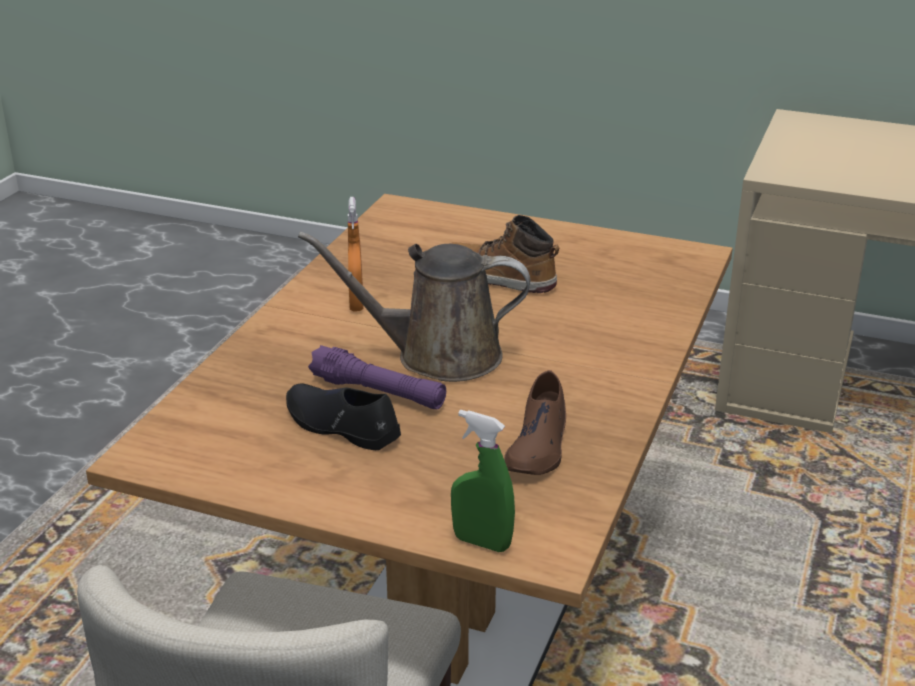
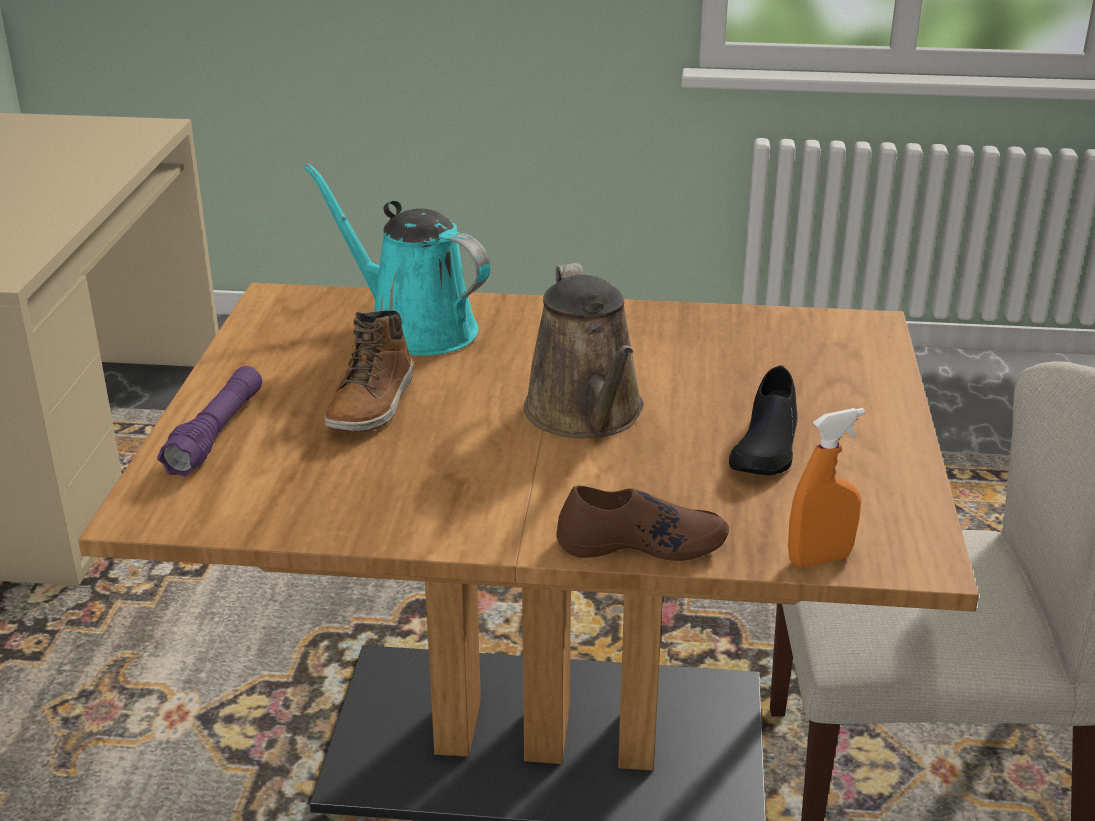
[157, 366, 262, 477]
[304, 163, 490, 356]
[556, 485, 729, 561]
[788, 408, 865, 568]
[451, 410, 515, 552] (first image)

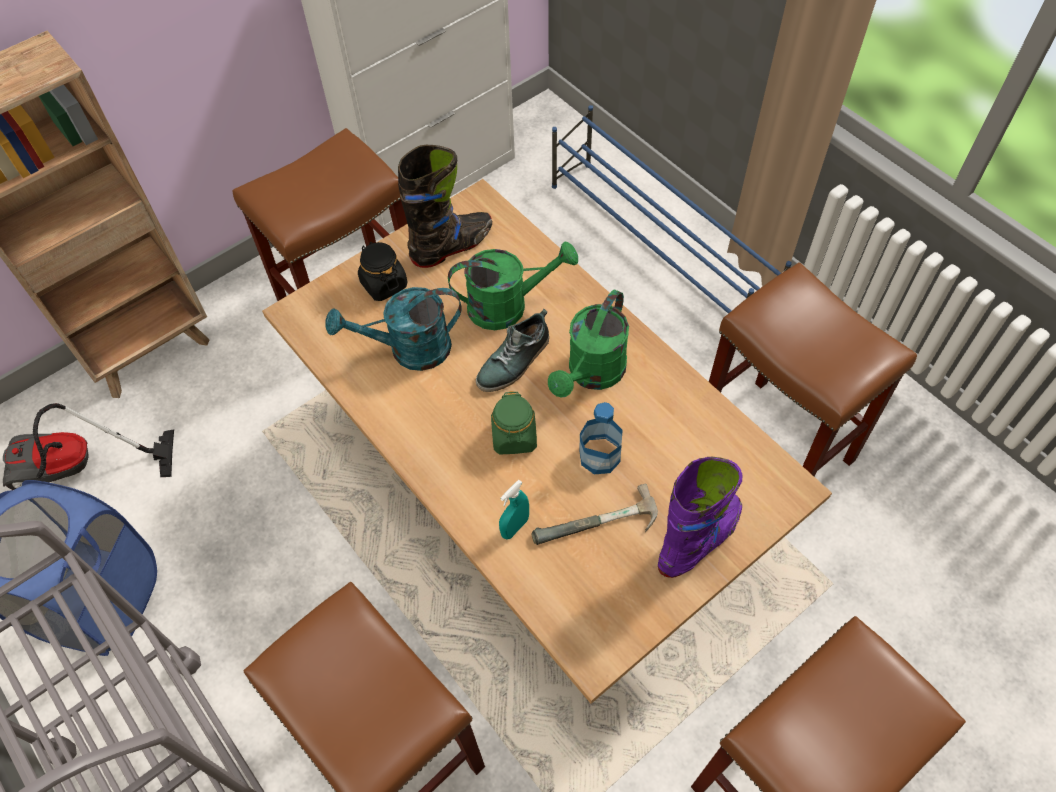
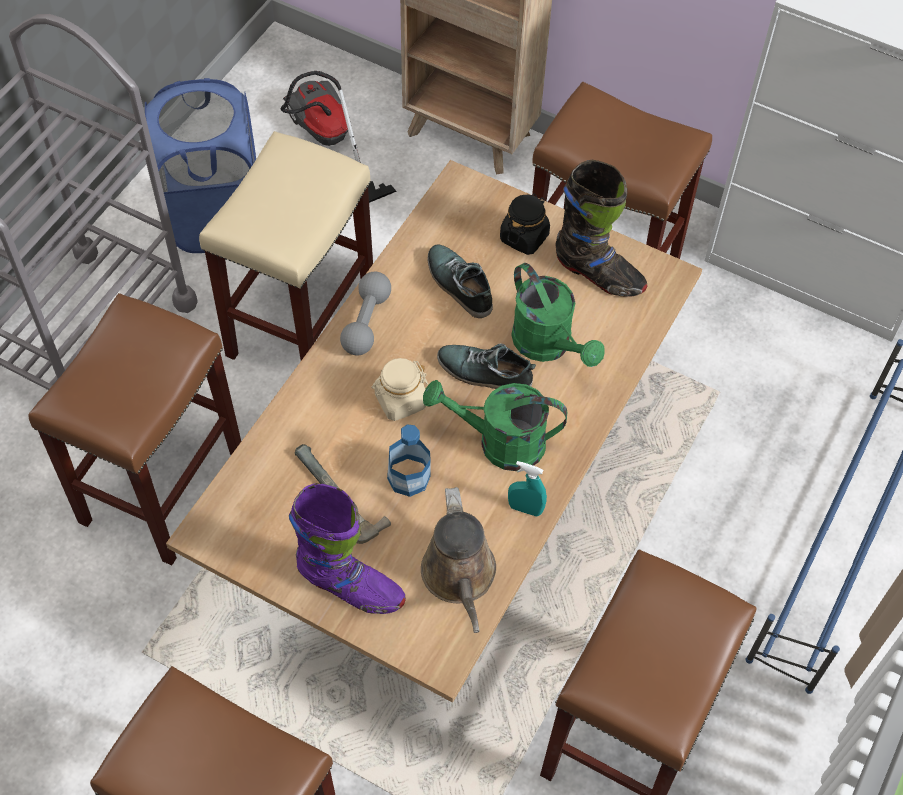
[199, 131, 373, 360]
[340, 272, 391, 356]
[371, 358, 428, 421]
[421, 487, 496, 633]
[428, 245, 493, 318]
[508, 461, 547, 517]

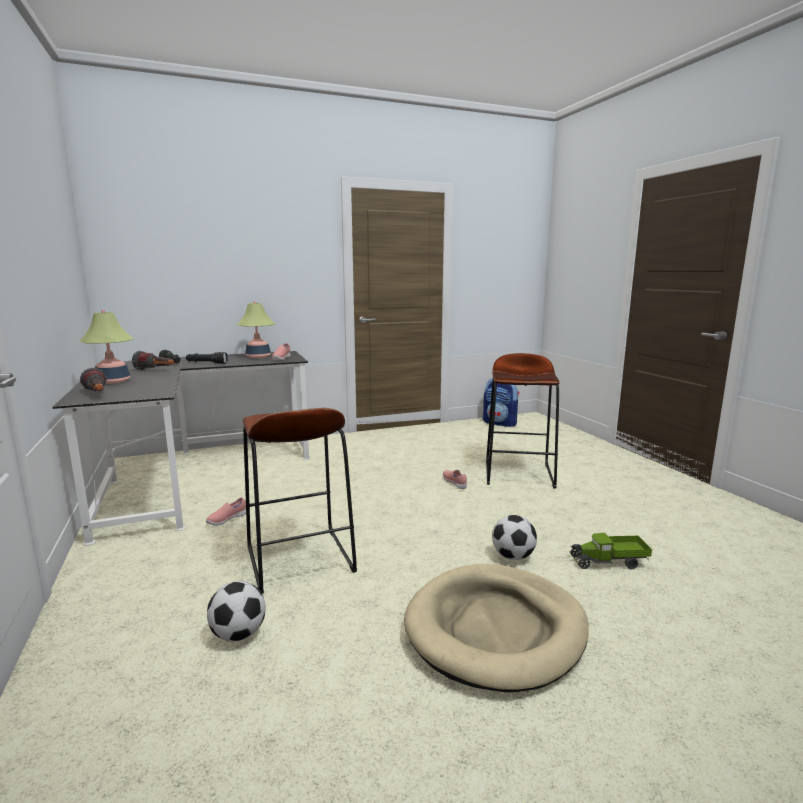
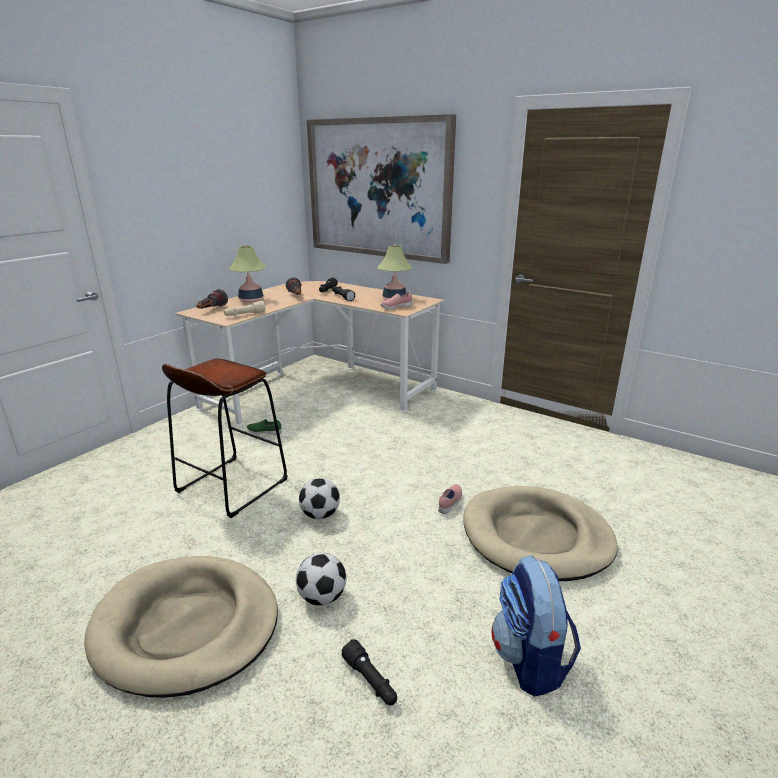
[175, 281, 444, 426]
[224, 301, 266, 316]
[247, 419, 282, 435]
[299, 478, 340, 520]
[307, 114, 456, 264]
[342, 639, 397, 706]
[463, 486, 618, 581]
[492, 555, 581, 697]

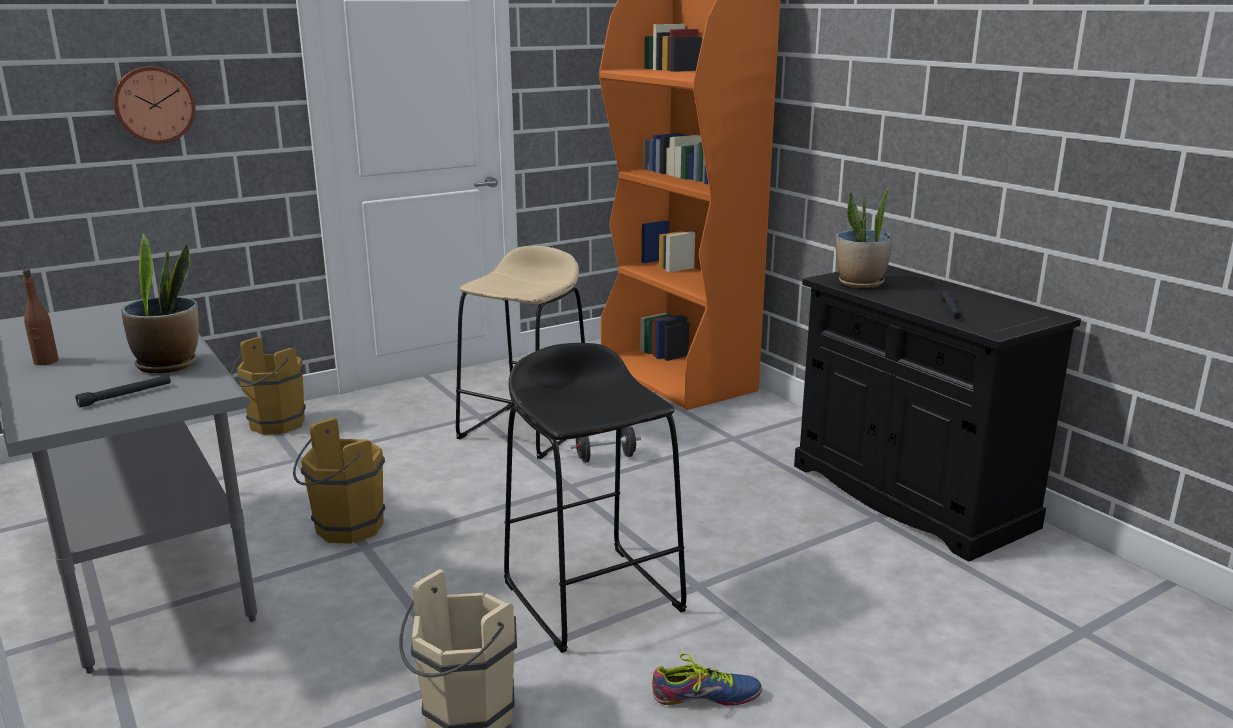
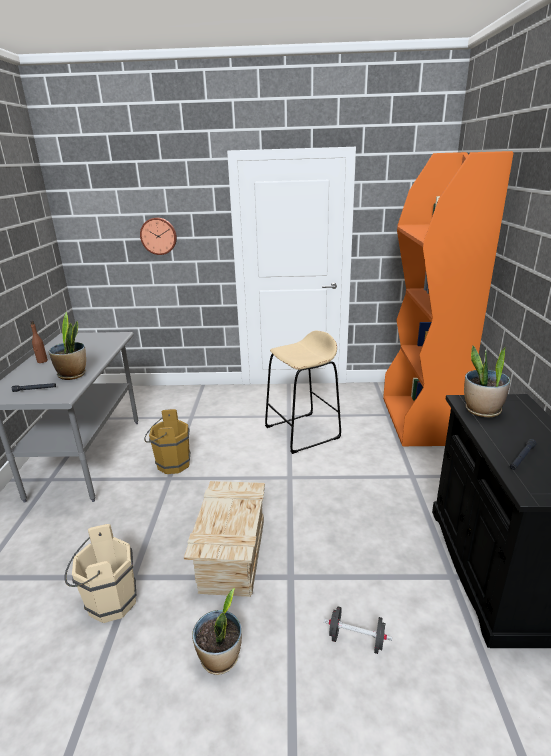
[184, 481, 265, 597]
[192, 588, 242, 675]
[324, 607, 392, 654]
[231, 337, 306, 435] (first image)

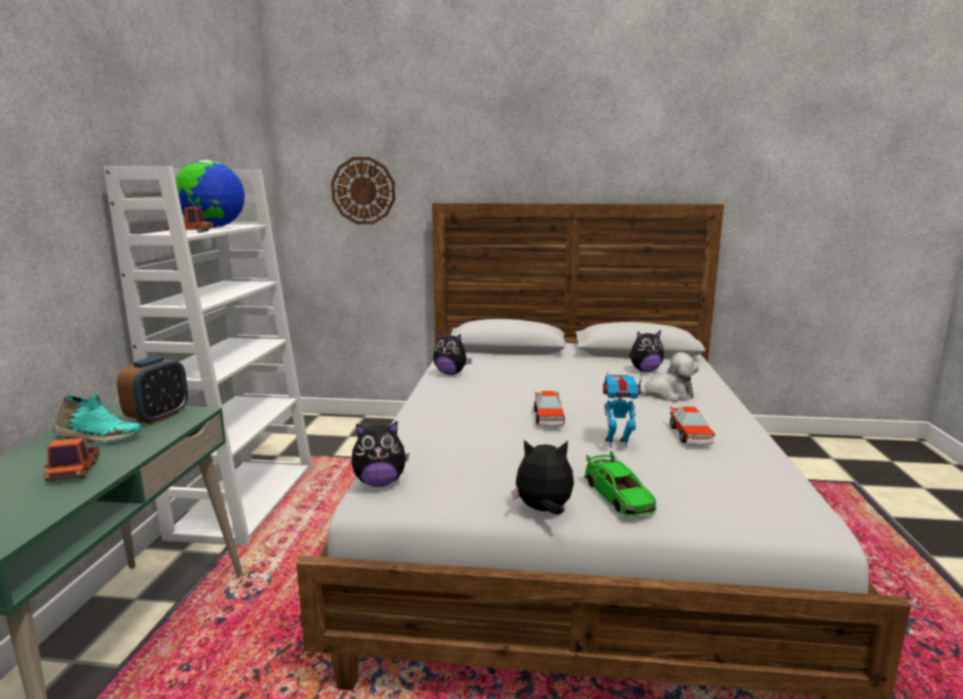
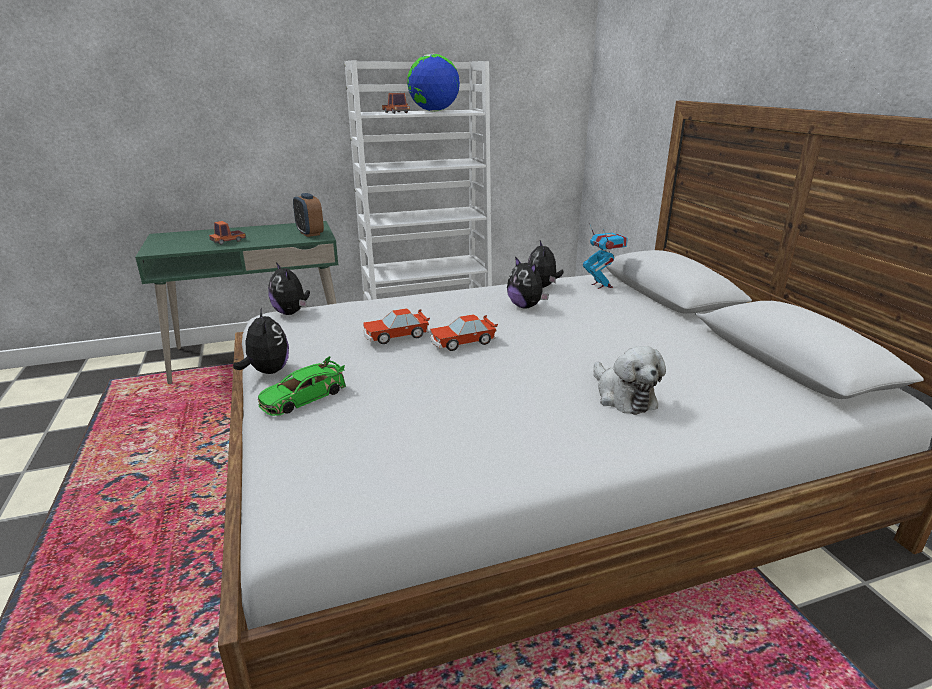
[293, 193, 324, 237]
[363, 308, 430, 344]
[507, 257, 549, 308]
[583, 223, 628, 289]
[54, 394, 141, 443] (first image)
[331, 157, 395, 224] (first image)

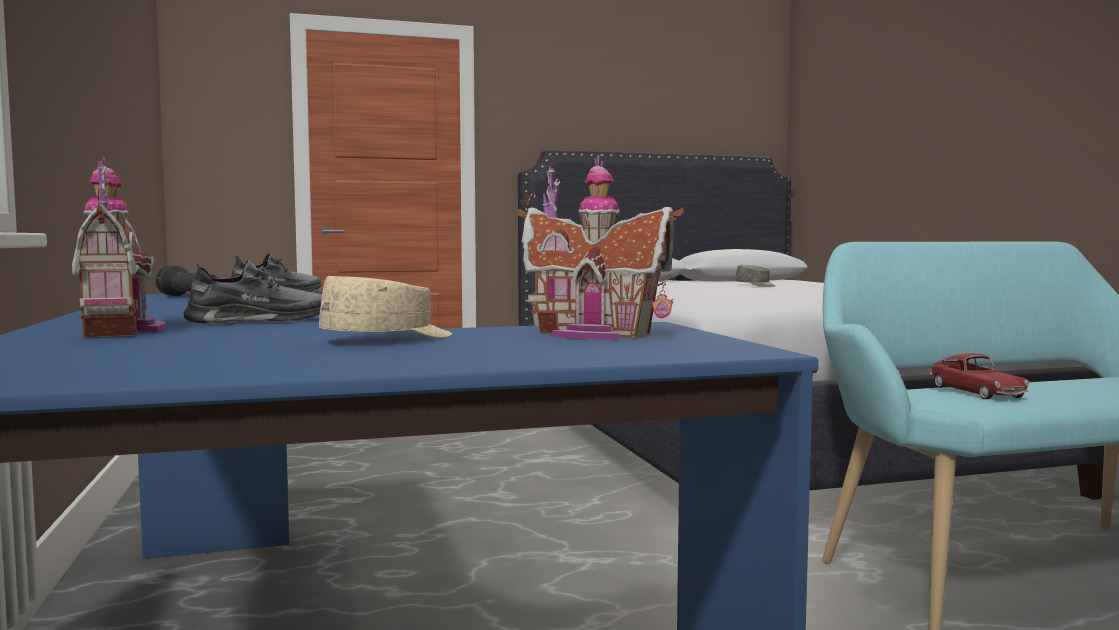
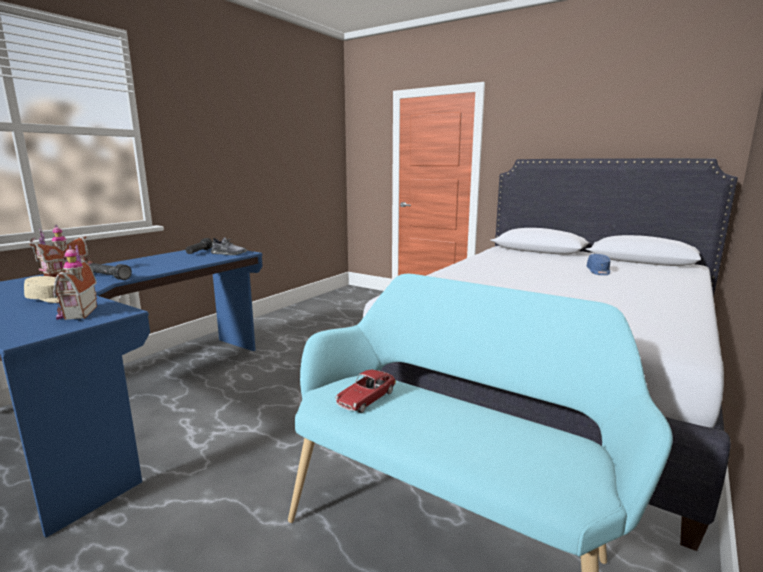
[90, 263, 132, 280]
[587, 254, 610, 275]

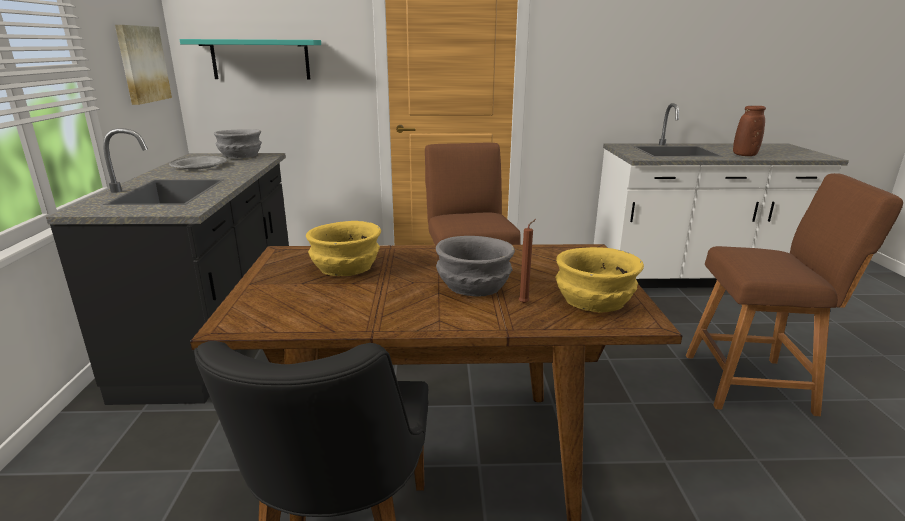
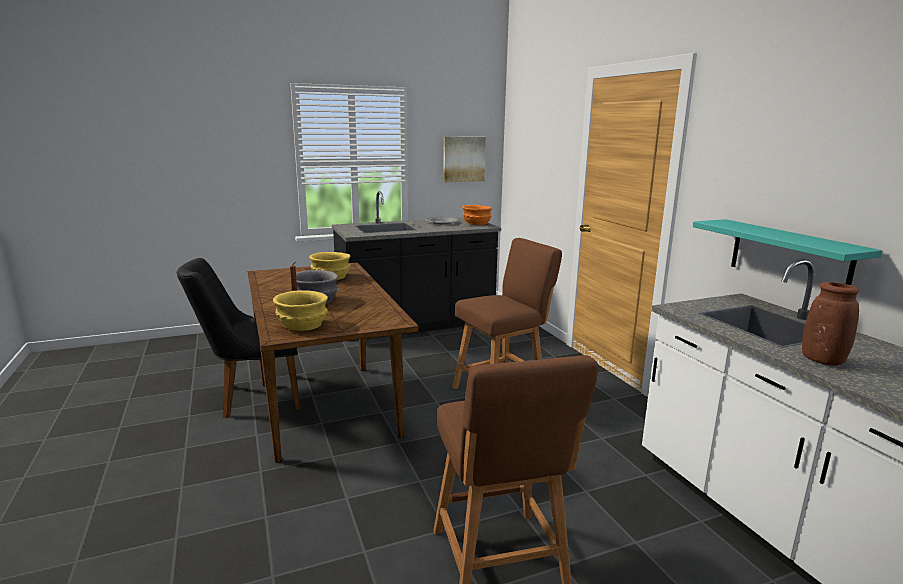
[462, 205, 492, 225]
[693, 219, 882, 285]

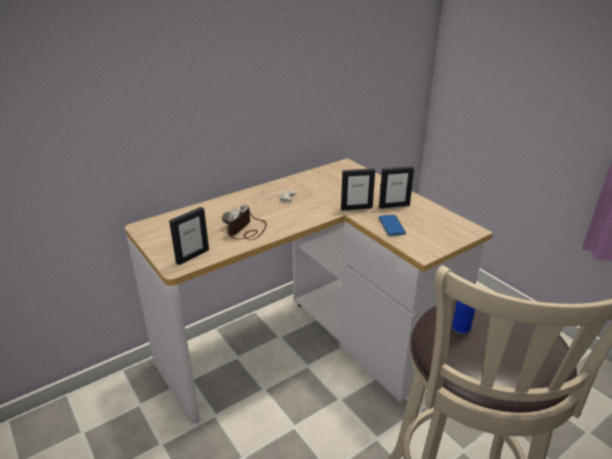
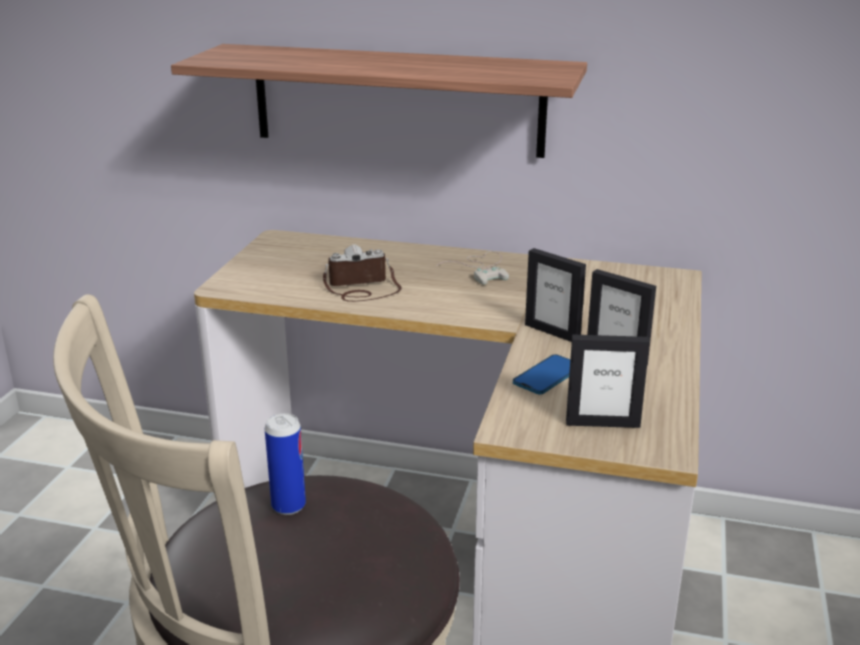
[171, 44, 587, 158]
[566, 335, 650, 428]

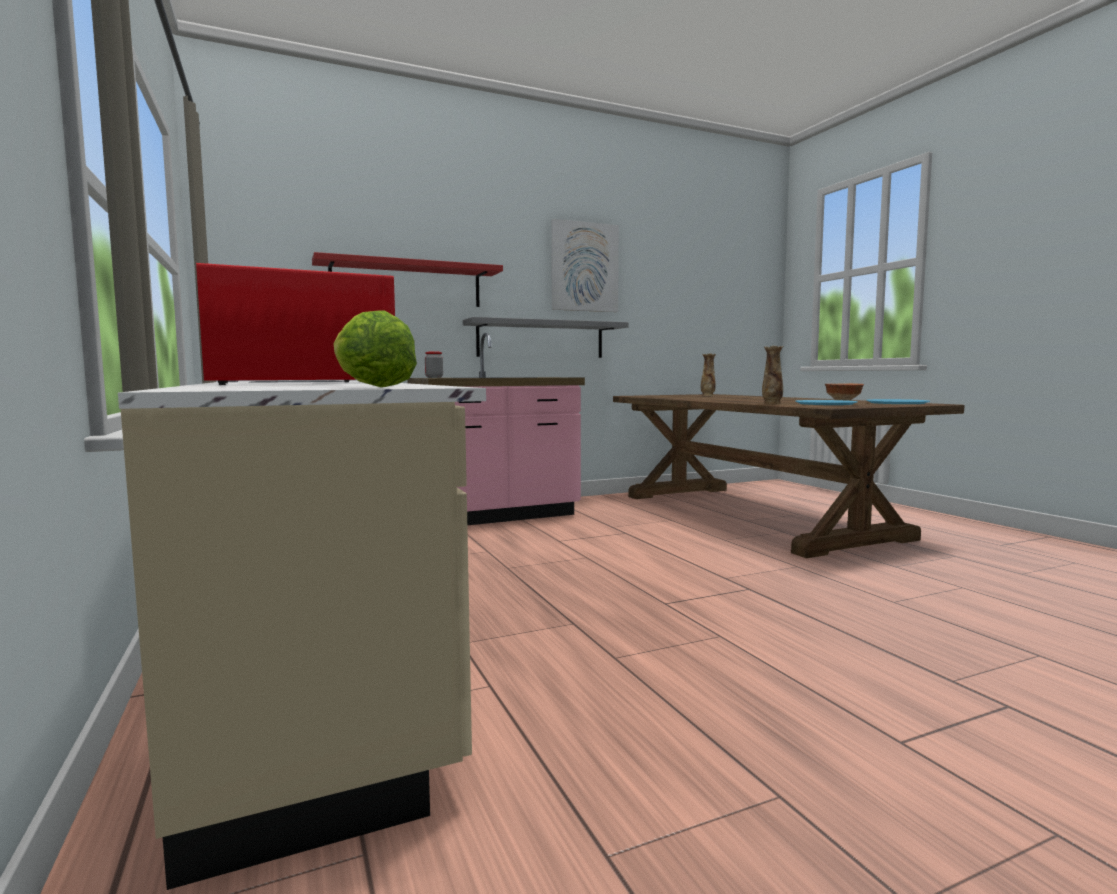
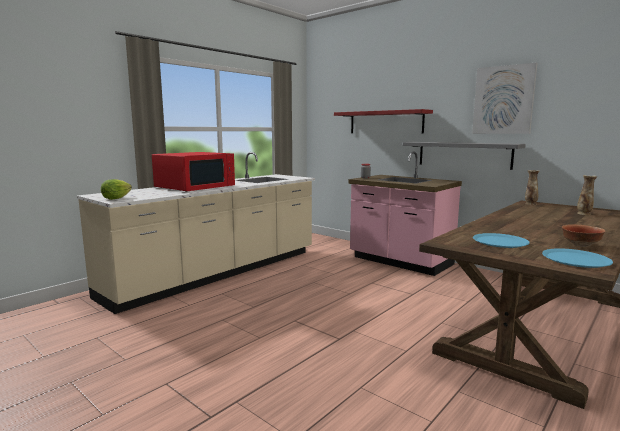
[525, 170, 540, 205]

